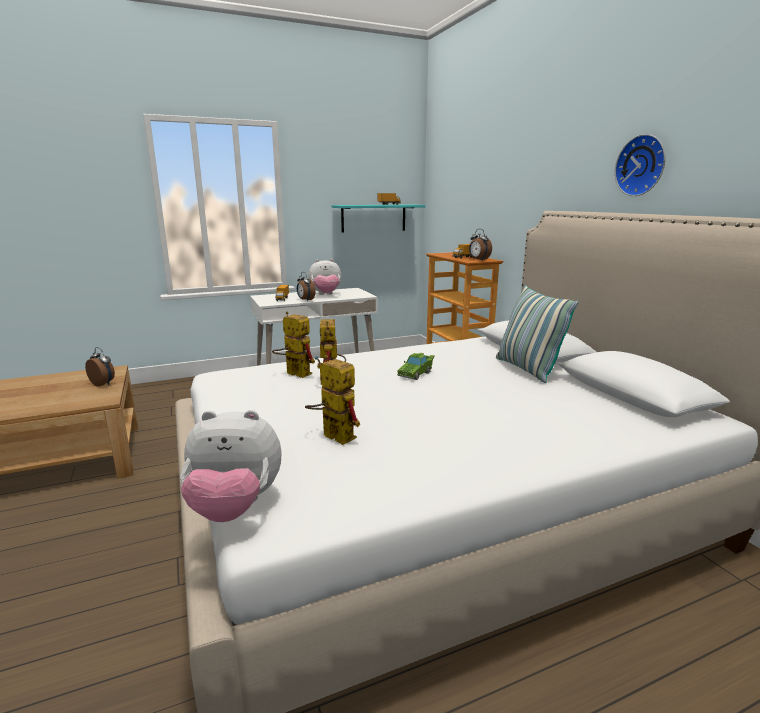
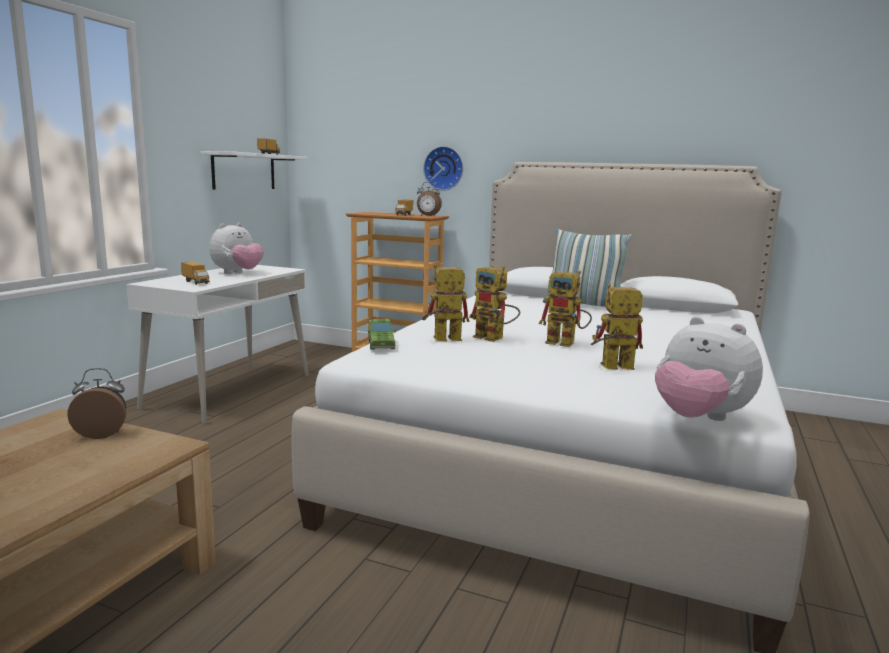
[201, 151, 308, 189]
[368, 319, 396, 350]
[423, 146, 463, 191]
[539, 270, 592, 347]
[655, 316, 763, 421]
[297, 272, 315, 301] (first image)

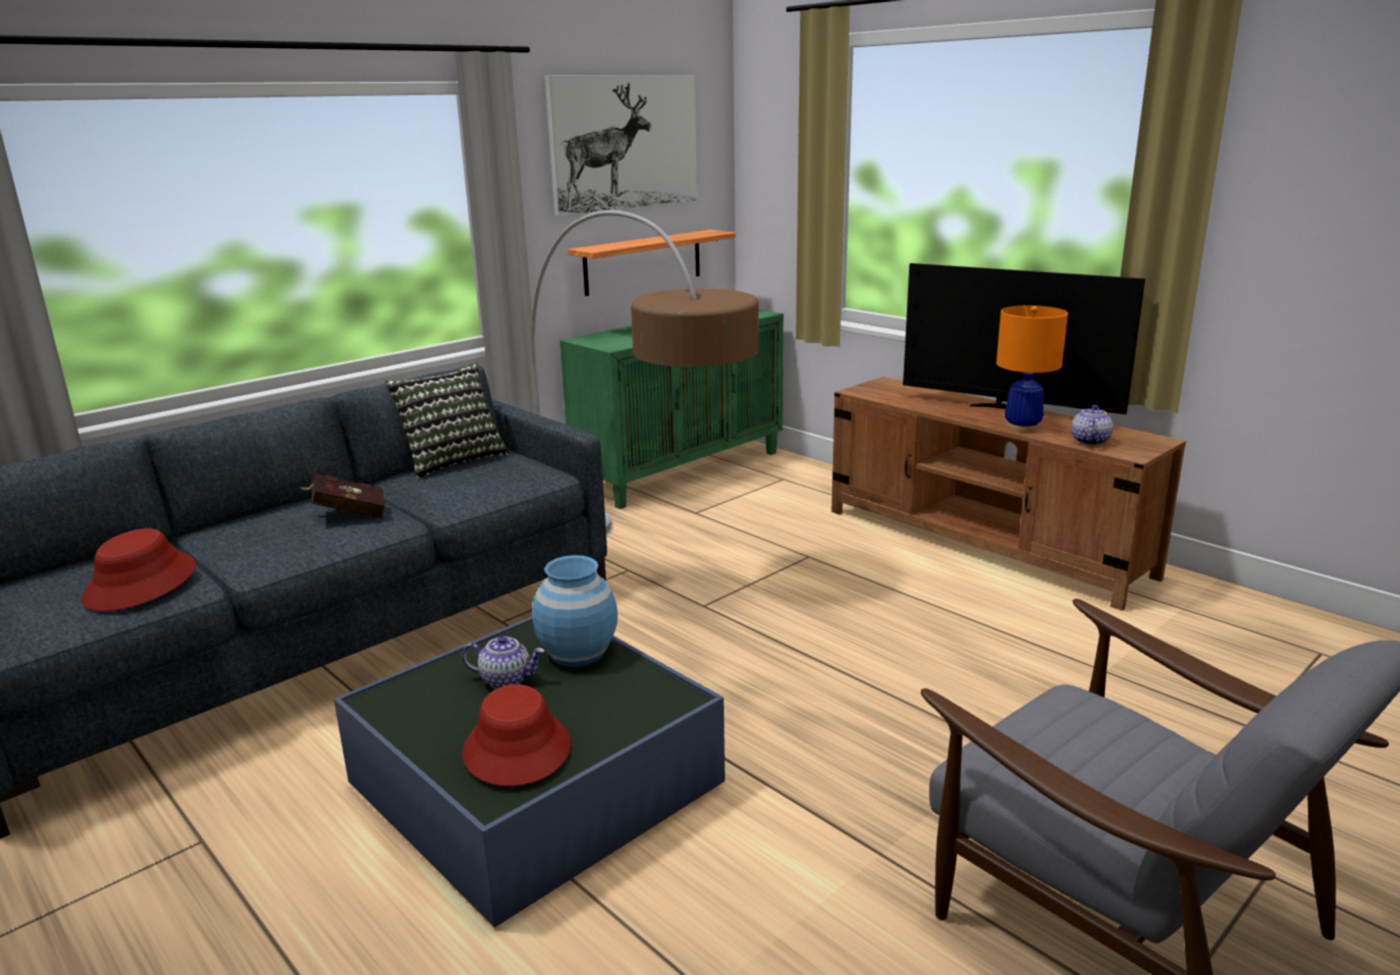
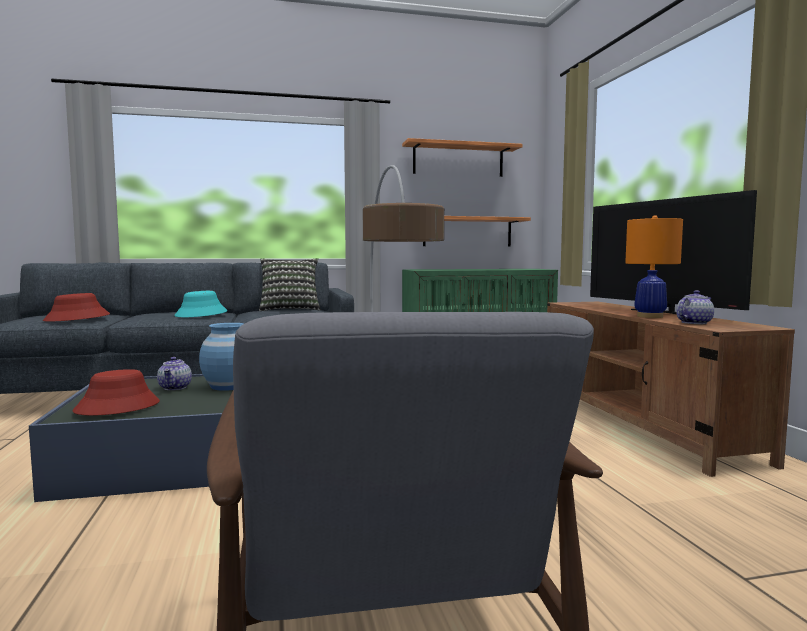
[157, 357, 192, 390]
[174, 291, 227, 317]
[402, 138, 523, 177]

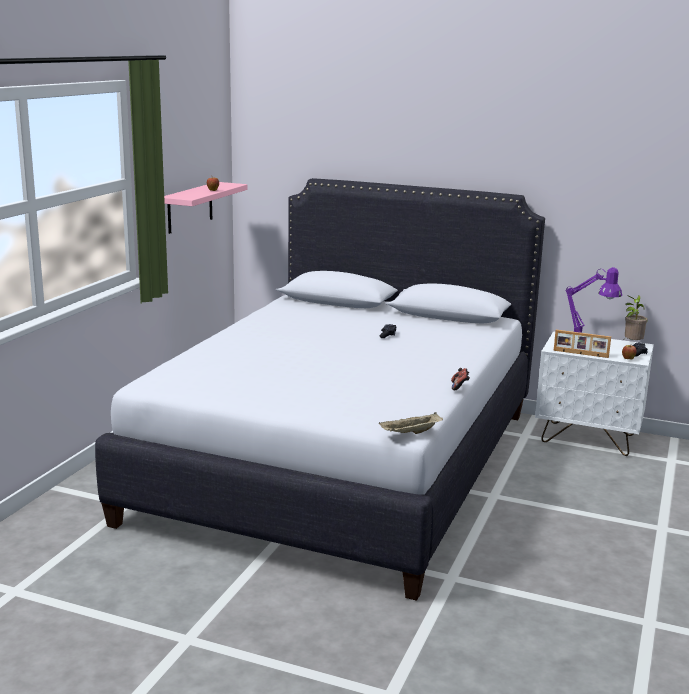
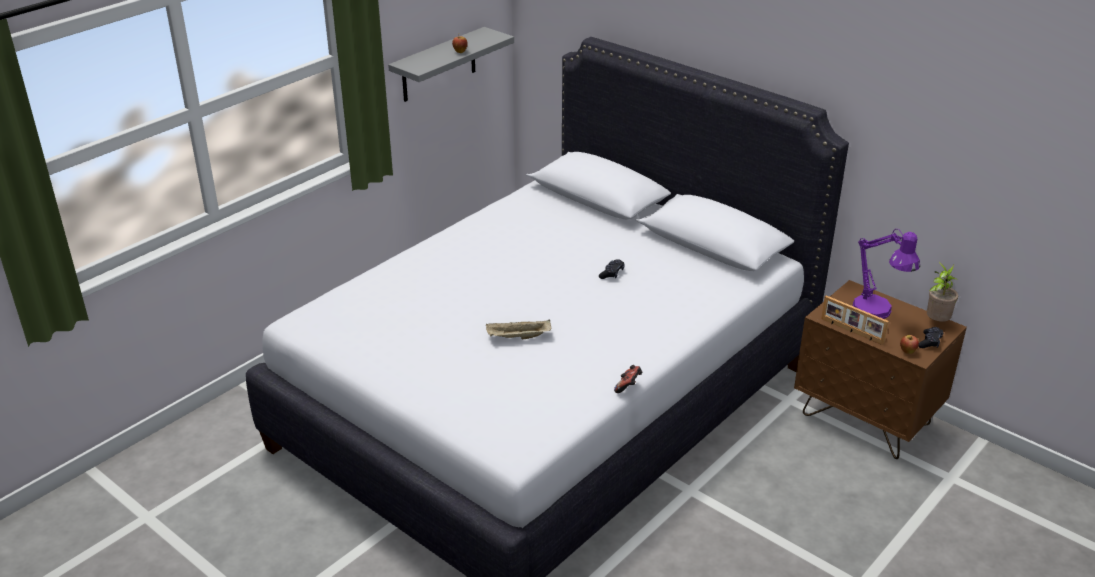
[388, 27, 514, 102]
[486, 320, 551, 339]
[794, 280, 967, 459]

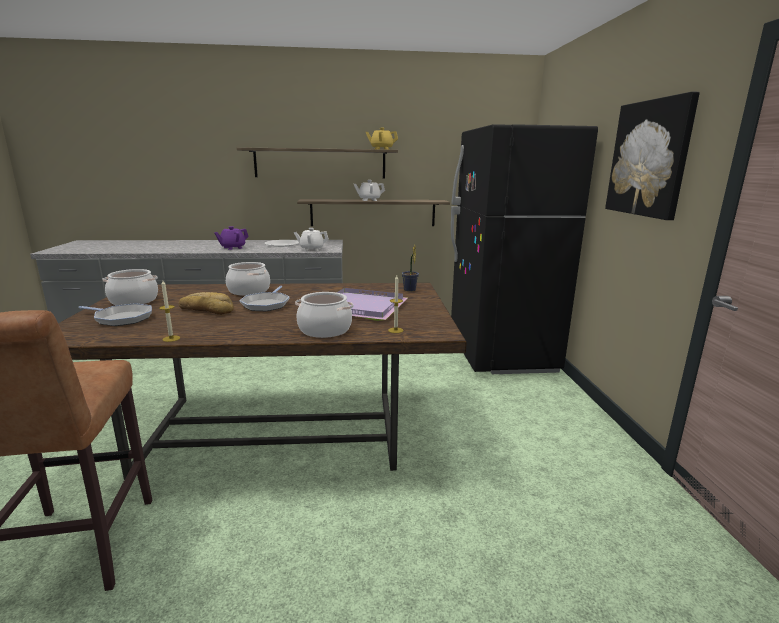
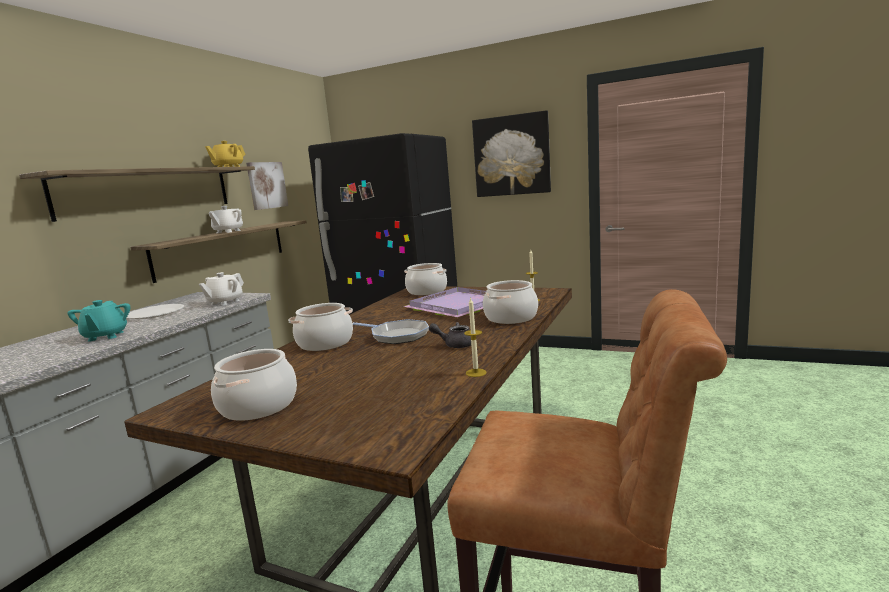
[67, 300, 130, 342]
[246, 162, 288, 210]
[404, 263, 447, 295]
[429, 322, 471, 348]
[78, 303, 152, 326] (first image)
[179, 292, 234, 315] (first image)

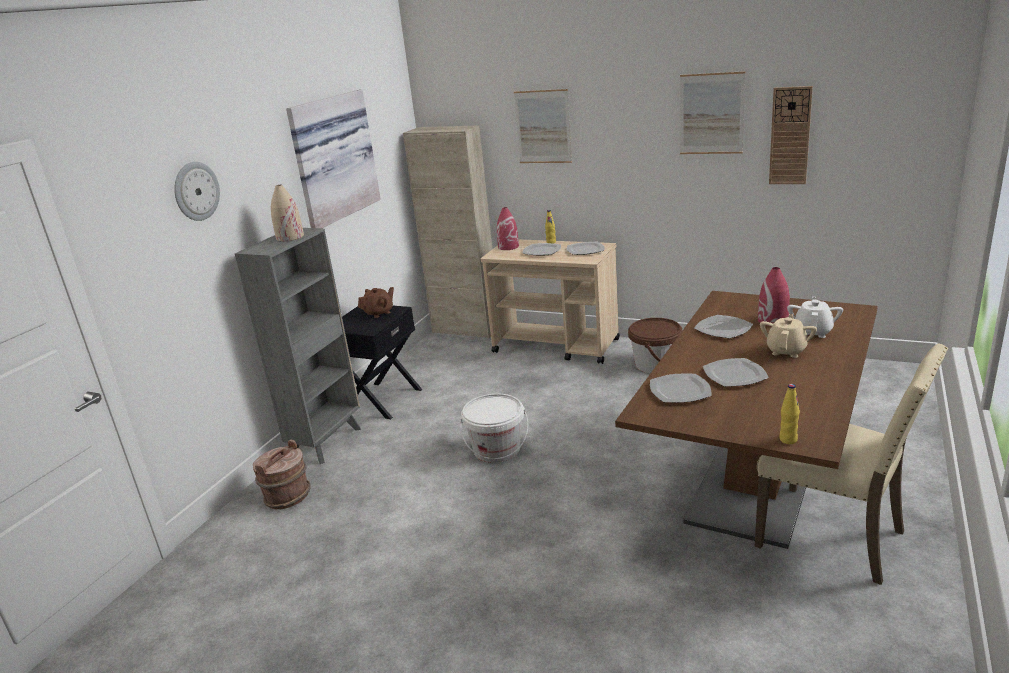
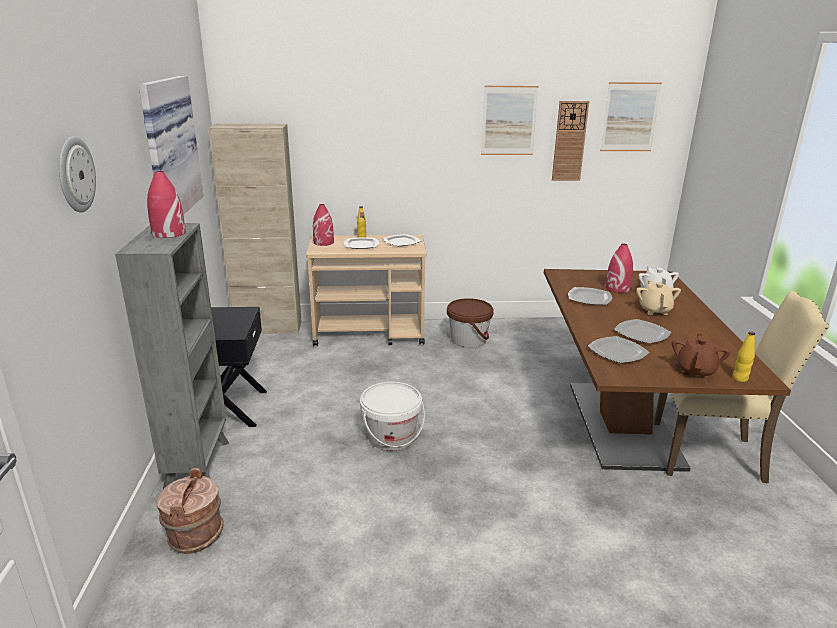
[147, 171, 186, 238]
[600, 82, 662, 151]
[672, 333, 731, 379]

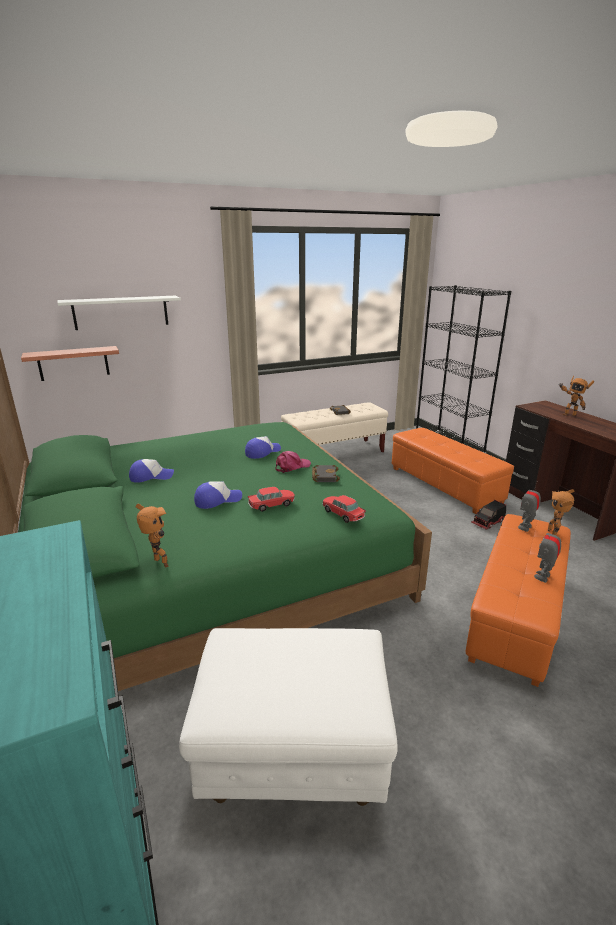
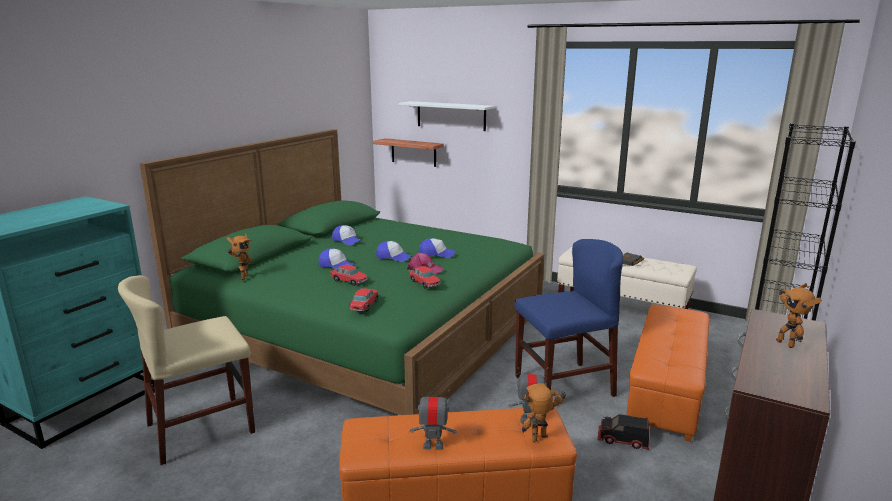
[118, 275, 255, 465]
[376, 241, 412, 262]
[409, 266, 441, 289]
[514, 239, 623, 397]

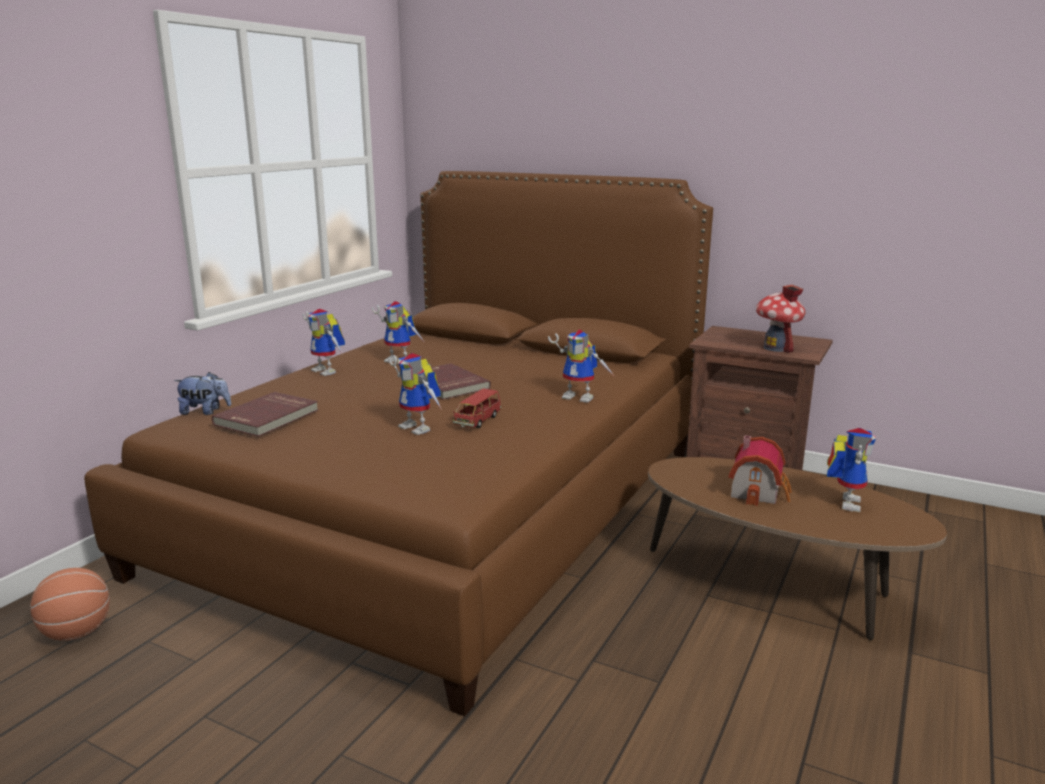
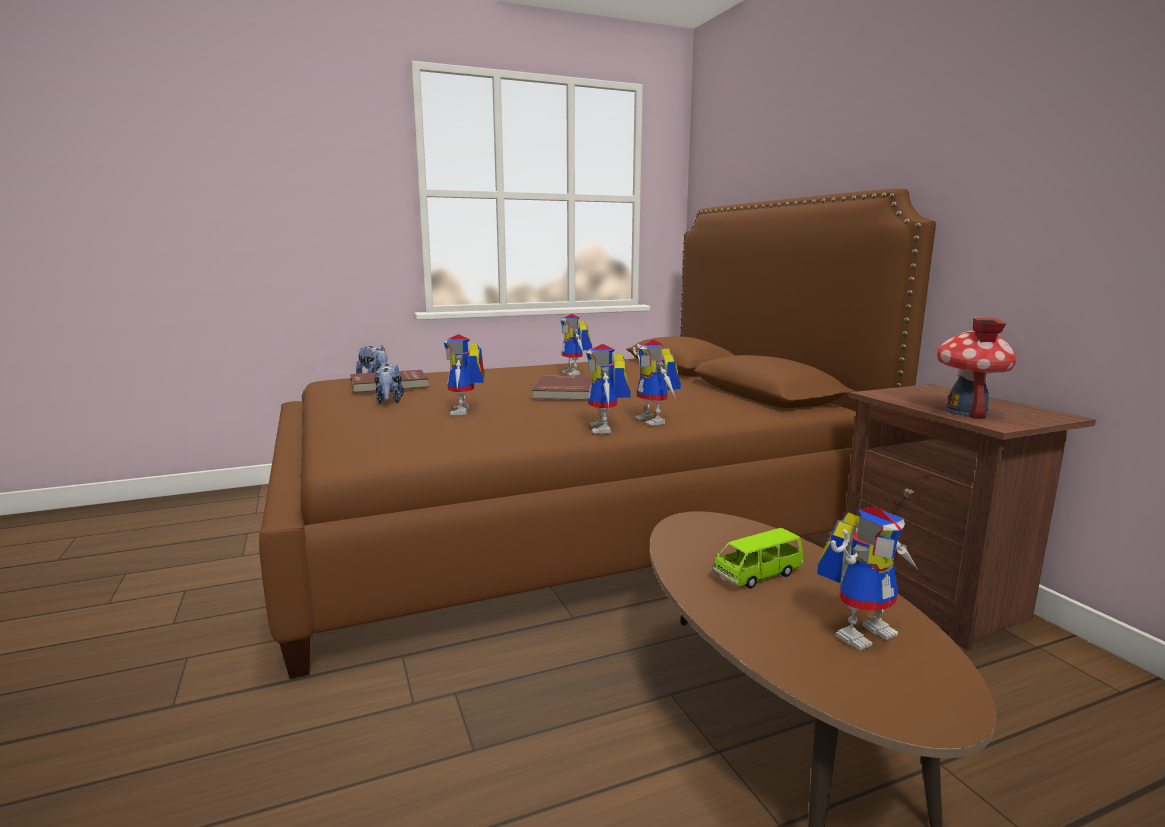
[374, 364, 404, 404]
[586, 344, 631, 434]
[712, 528, 804, 588]
[30, 568, 110, 641] (first image)
[453, 389, 501, 428] (first image)

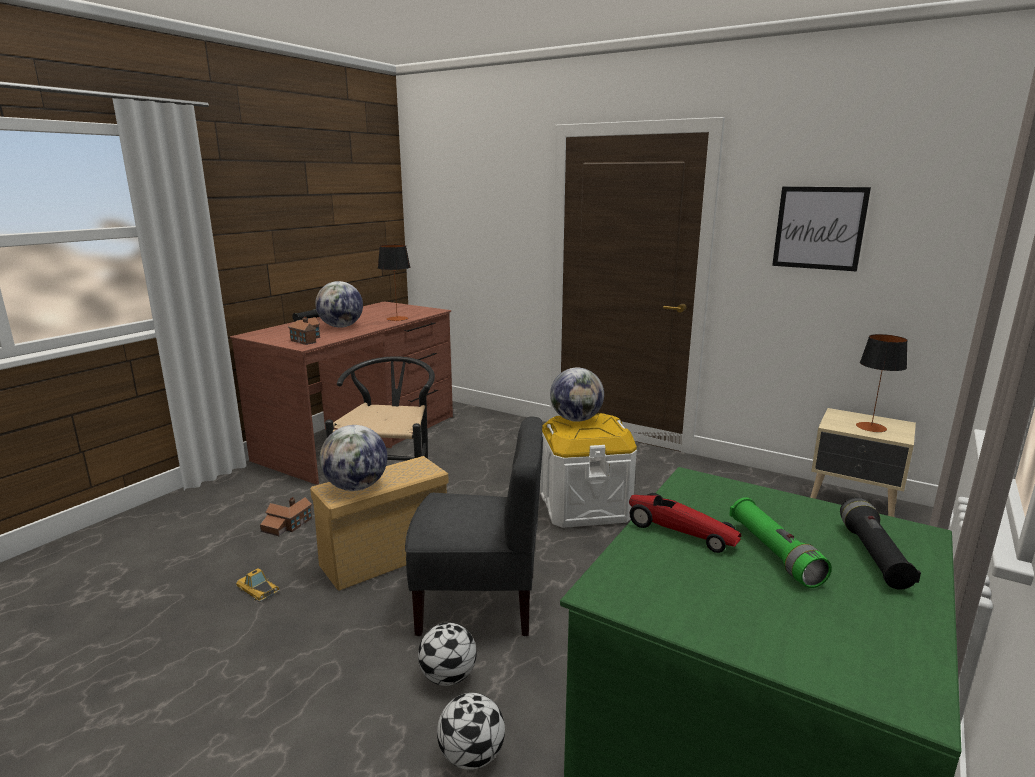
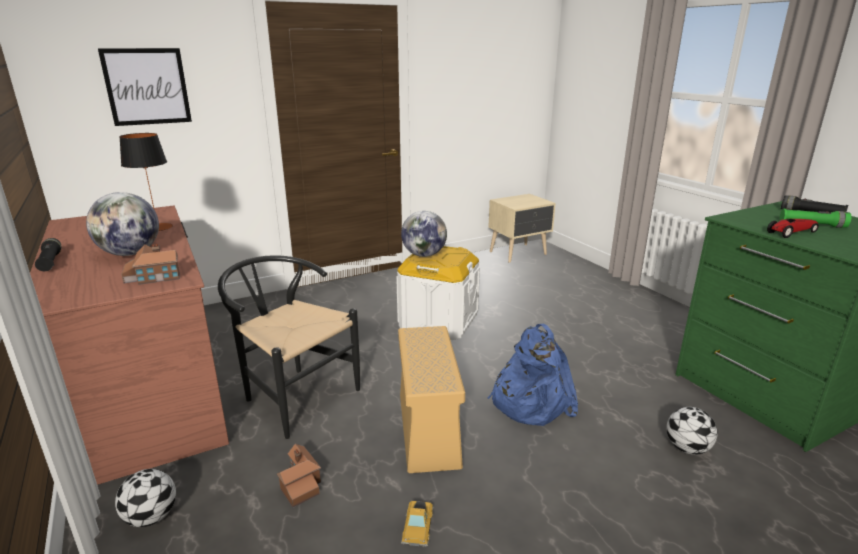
[98, 48, 192, 126]
[115, 469, 176, 527]
[401, 501, 434, 548]
[488, 324, 578, 426]
[320, 425, 387, 491] (first image)
[856, 334, 908, 432] (first image)

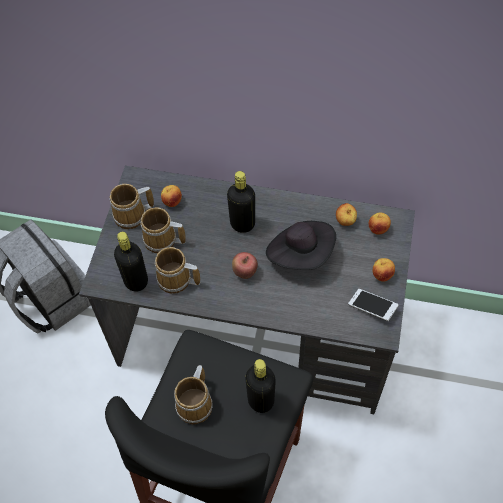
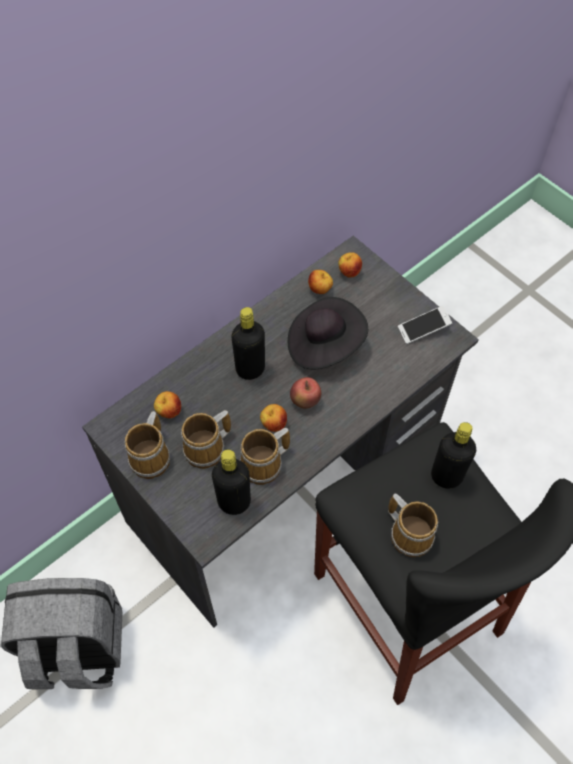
[260, 404, 287, 432]

